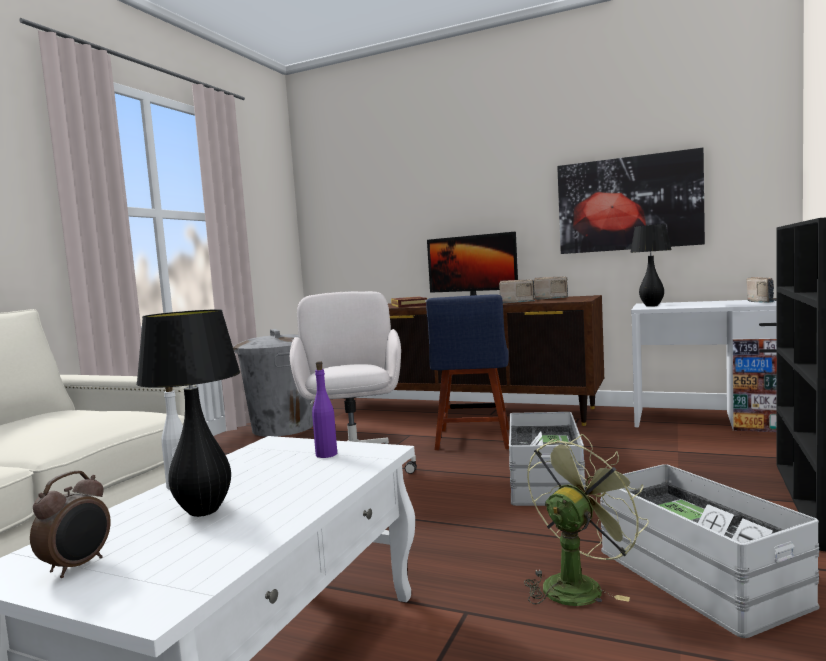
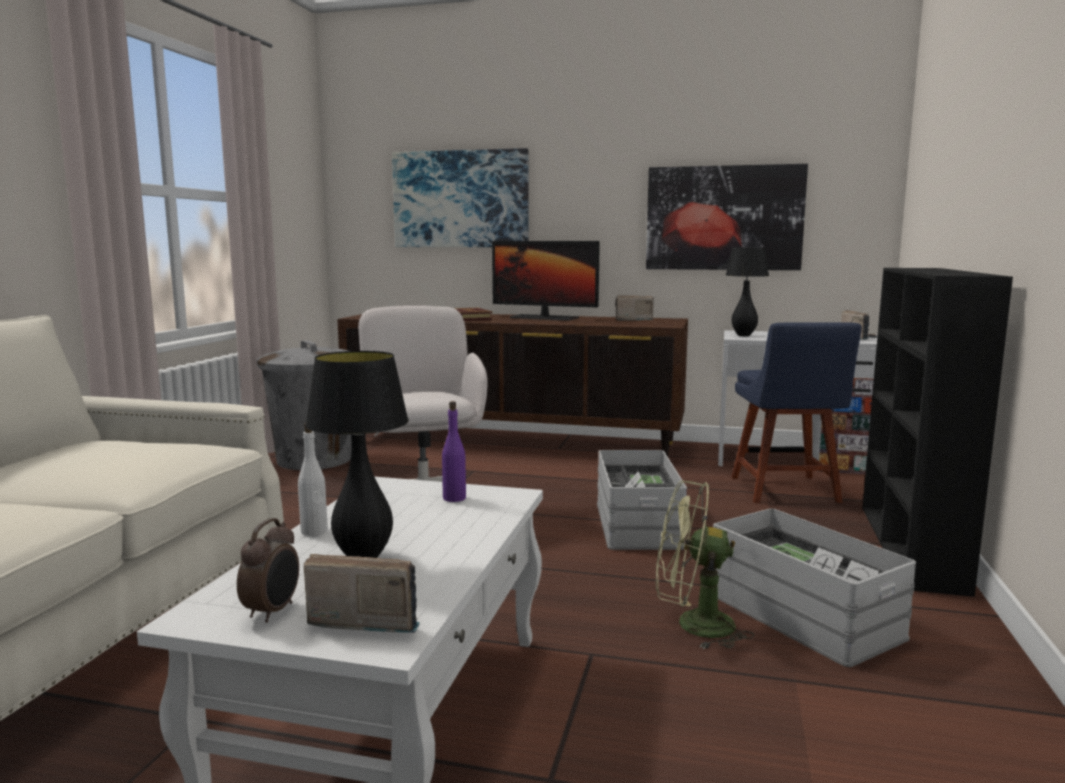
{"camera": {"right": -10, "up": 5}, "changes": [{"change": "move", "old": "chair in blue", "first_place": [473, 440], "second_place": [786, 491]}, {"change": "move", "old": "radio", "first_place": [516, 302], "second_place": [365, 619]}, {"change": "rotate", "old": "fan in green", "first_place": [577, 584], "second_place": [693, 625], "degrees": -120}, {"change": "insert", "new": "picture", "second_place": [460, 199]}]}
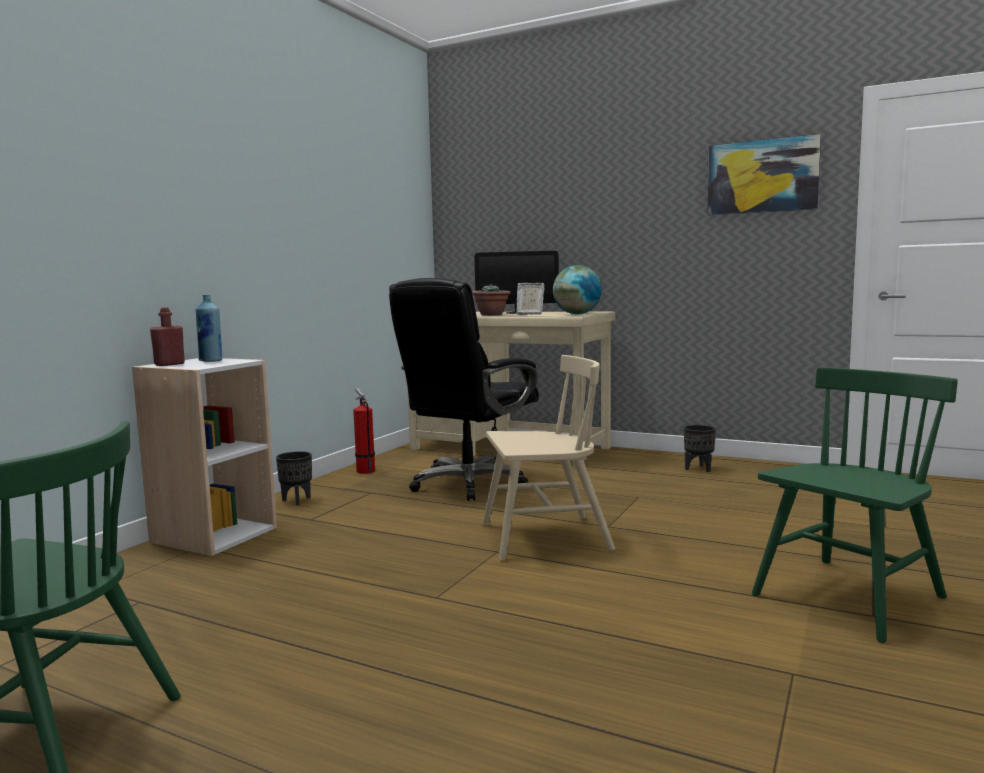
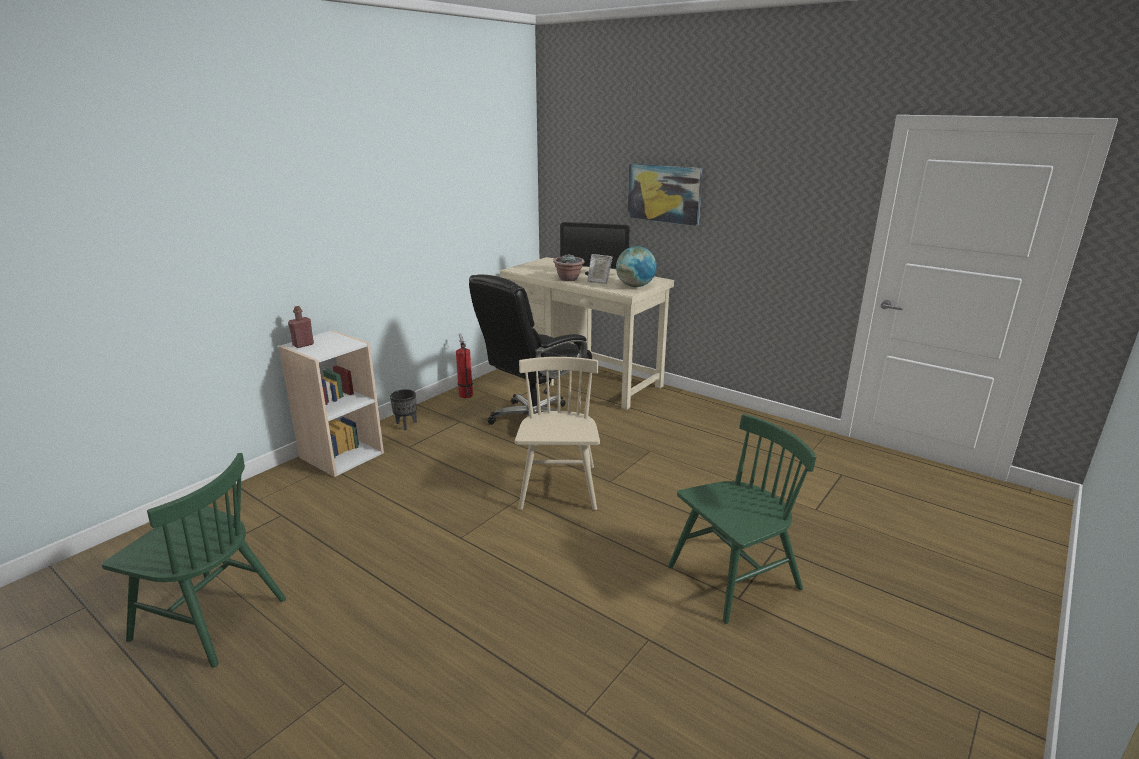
{"camera": {"right": 10, "up": 15}, "changes": [{"change": "delete", "old": "bottle in blue", "first_place": [211, 361]}, {"change": "rotate", "old": "chair in beige", "first_place": [544, 537], "second_place": [558, 487], "degrees": -90}, {"change": "delete", "old": "planter in black", "first_place": [699, 469]}, {"change": "move", "old": "picture", "first_place": [762, 176], "second_place": [664, 193]}]}
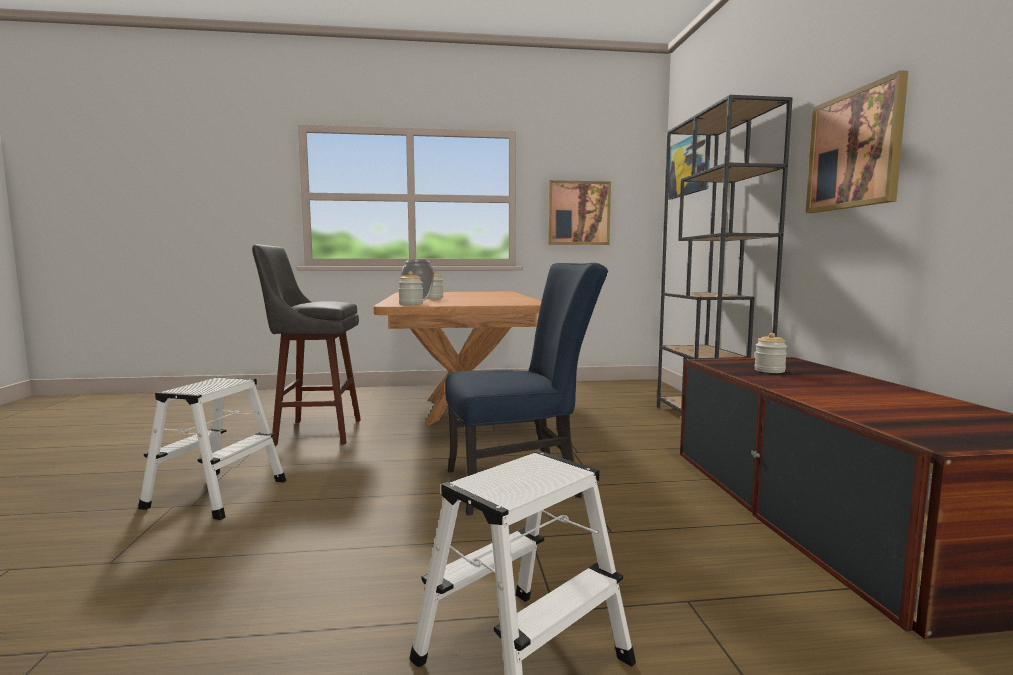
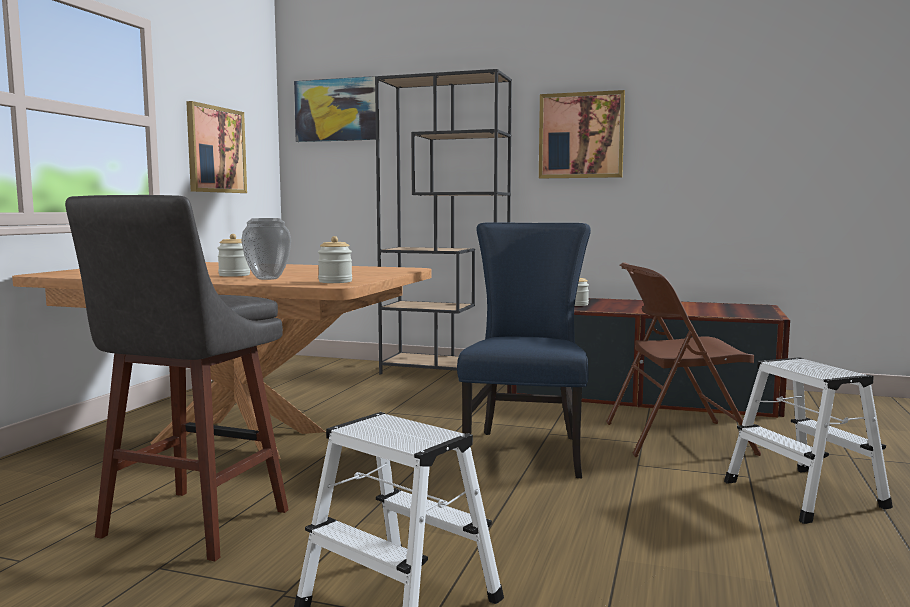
{"camera": {"right": -65, "up": 0}, "changes": [{"change": "insert", "new": "chair in brown", "second_place": [677, 438]}]}
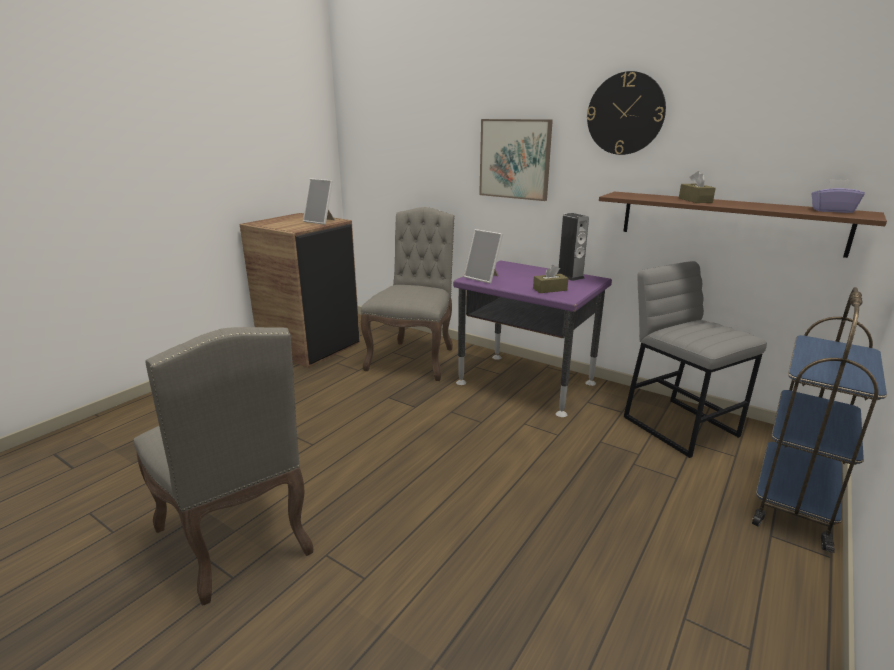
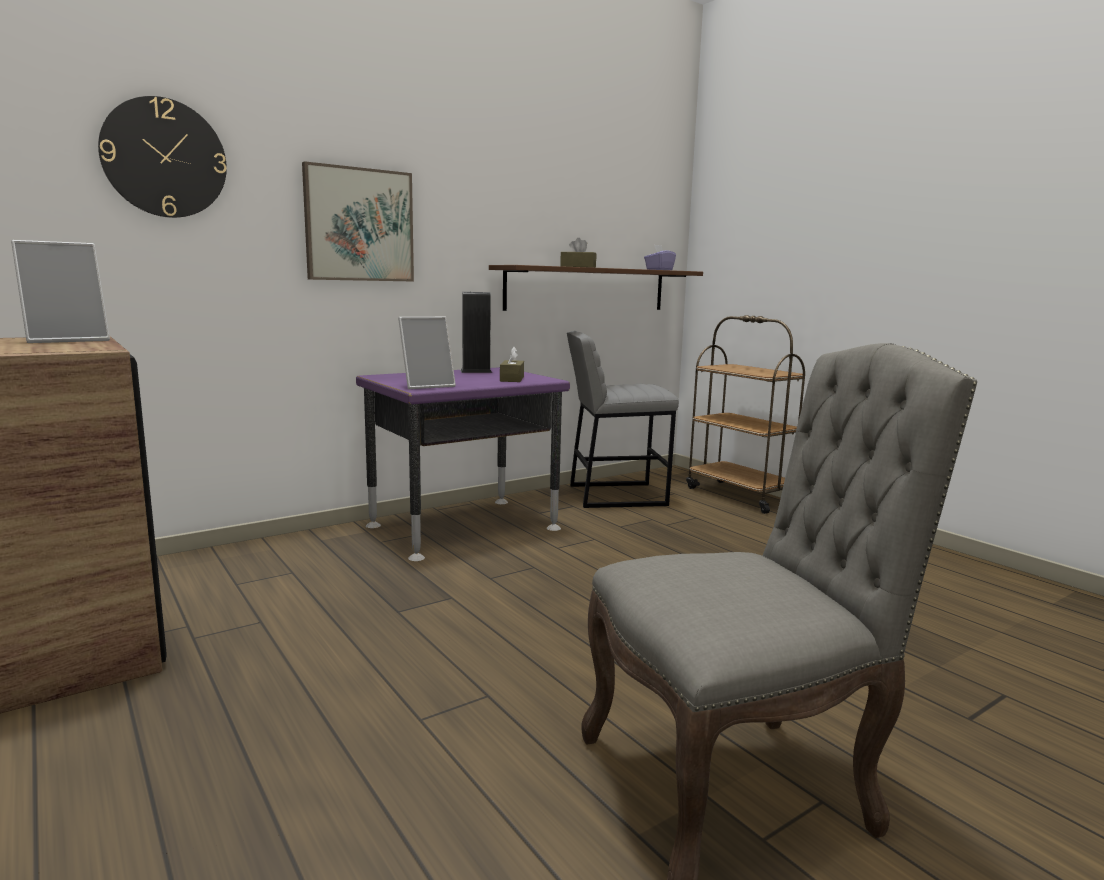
{"camera": {"right": -70, "up": -10}, "changes": [{"change": "delete", "old": "chair in grey", "first_place": [415, 359]}, {"change": "move", "old": "wall clock", "first_place": [625, 114], "second_place": [164, 158]}, {"change": "recolor", "old": "cart in blue", "new": "cart in brown", "first_place": [795, 500], "second_place": [739, 496]}]}
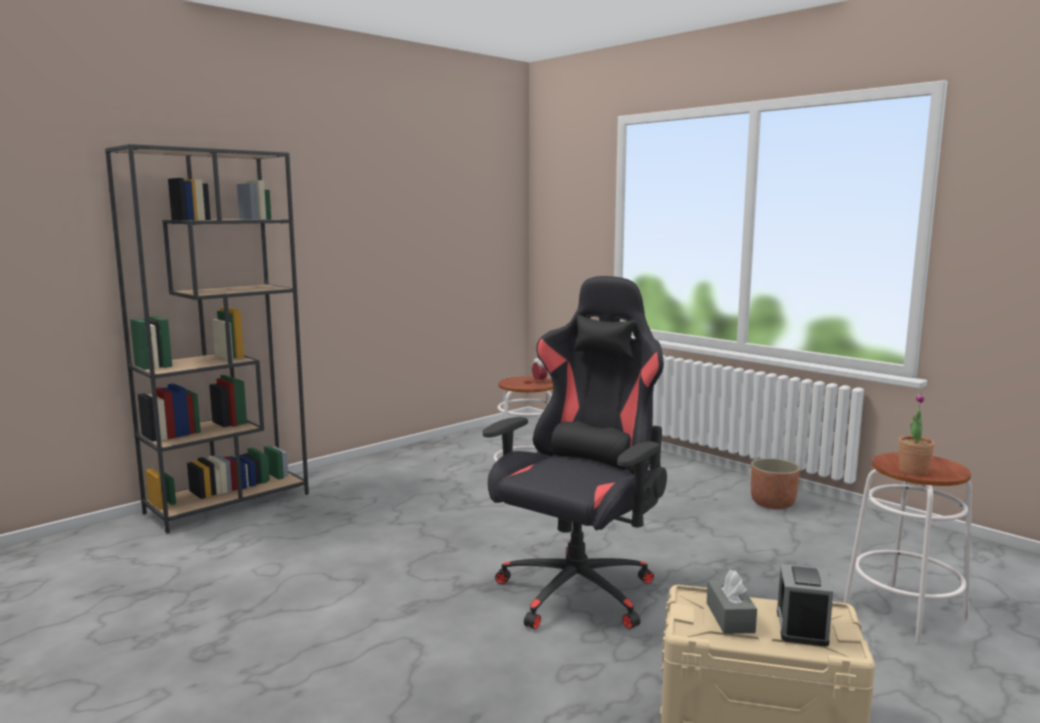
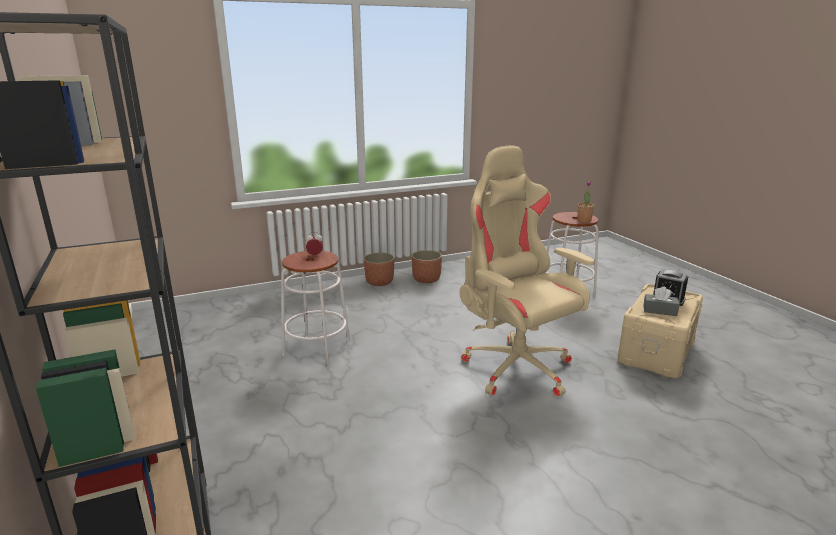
{"camera": {"right": -70, "up": 10}, "changes": [{"change": "recolor", "old": "office chair in black", "new": "office chair in beige", "first_place": [575, 594], "second_place": [519, 369]}, {"change": "insert", "new": "planter", "second_place": [379, 282]}]}
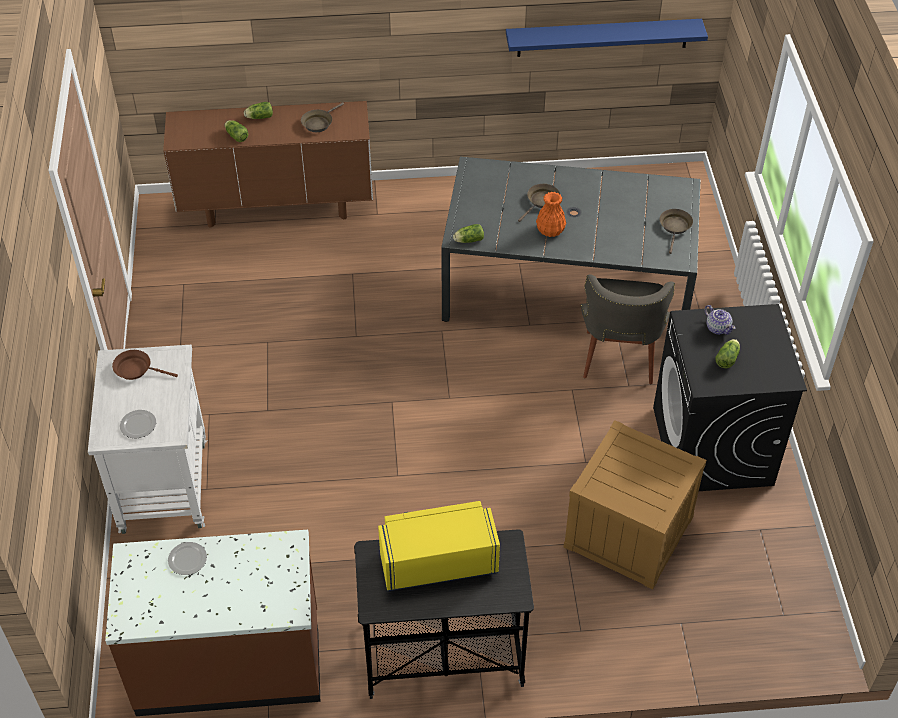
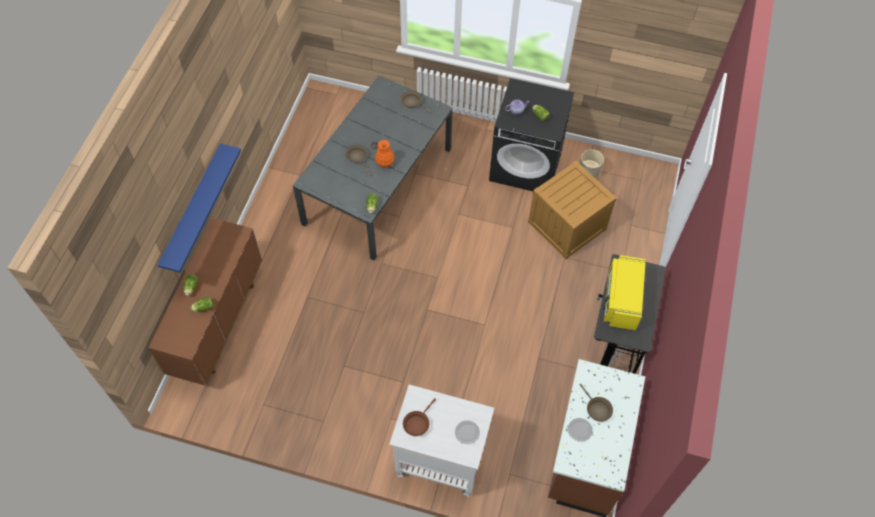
{"camera": {"right": -70, "up": 10}, "changes": [{"change": "move", "old": "frying pan in brown", "first_place": [319, 123], "second_place": [597, 409]}, {"change": "move", "old": "shelf in blue", "first_place": [602, 37], "second_place": [192, 208]}, {"change": "delete", "old": "chair in grey", "first_place": [619, 357]}, {"change": "insert", "new": "planter in beige", "second_place": [589, 171]}]}
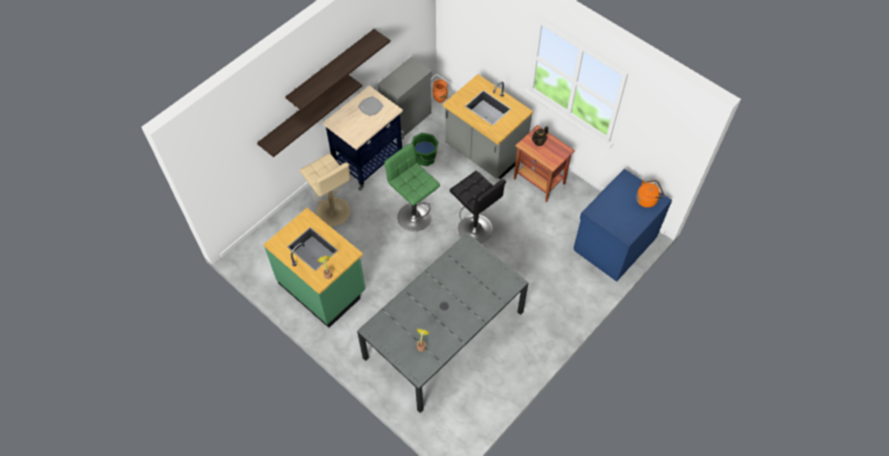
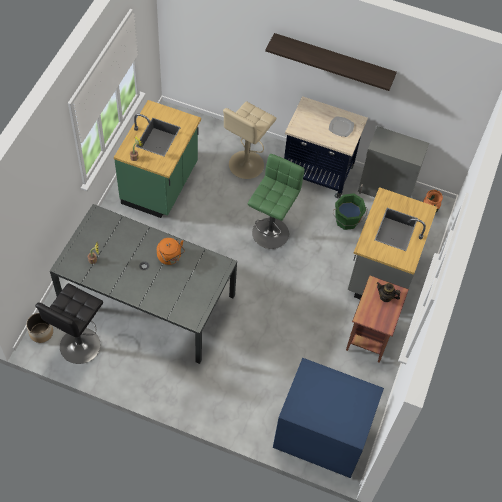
{"camera": {"right": 65, "up": 0}, "changes": [{"change": "delete", "old": "shelf", "first_place": [304, 113]}, {"change": "move", "old": "stool in black", "first_place": [475, 229], "second_place": [79, 345]}, {"change": "move", "old": "kettle in orange", "first_place": [647, 199], "second_place": [170, 257]}, {"change": "insert", "new": "planter", "second_place": [41, 332]}]}
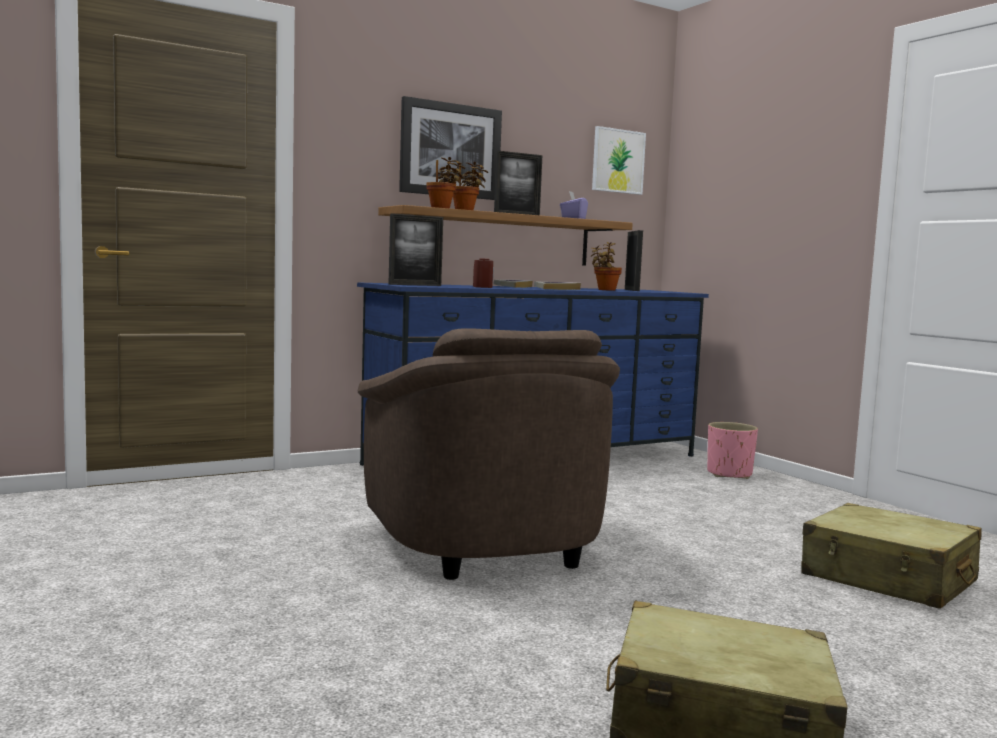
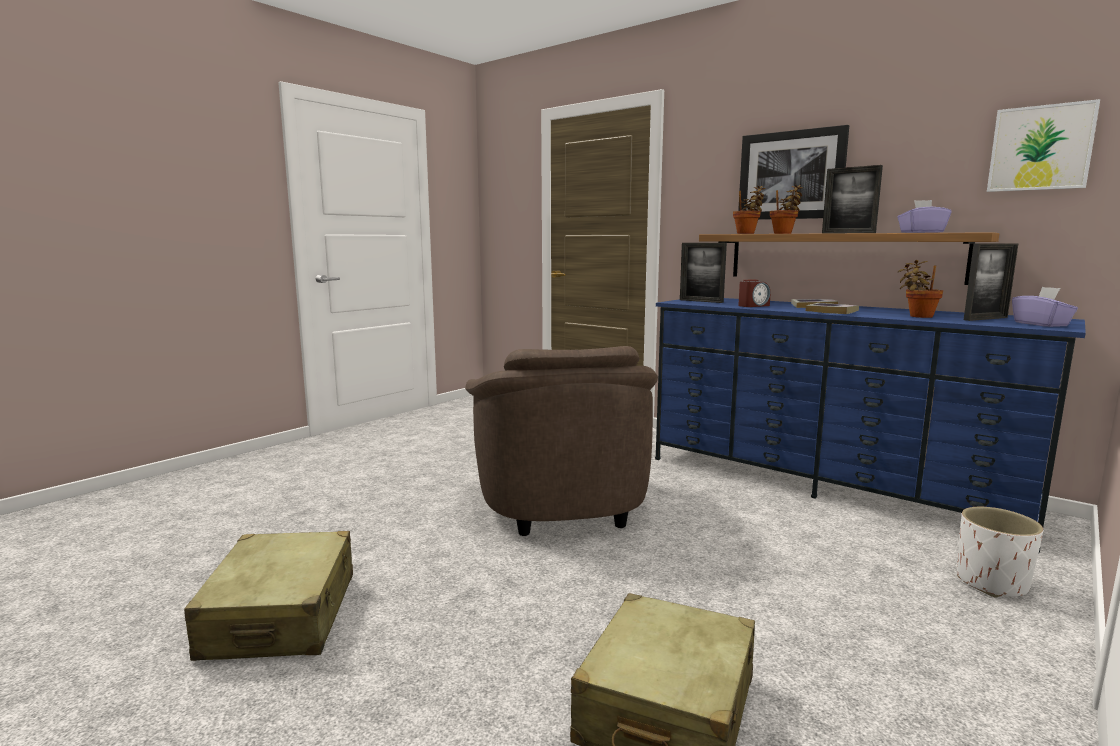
{"camera": {"right": 70, "up": 5}, "changes": [{"change": "rotate", "old": "armchair in brown", "first_place": [484, 543], "second_place": [560, 503], "degrees": -60}, {"change": "recolor", "old": "planter in pink", "new": "planter in white", "first_place": [729, 474], "second_place": [991, 583]}, {"change": "insert", "new": "tissue box in purple", "second_place": [1041, 324]}]}
